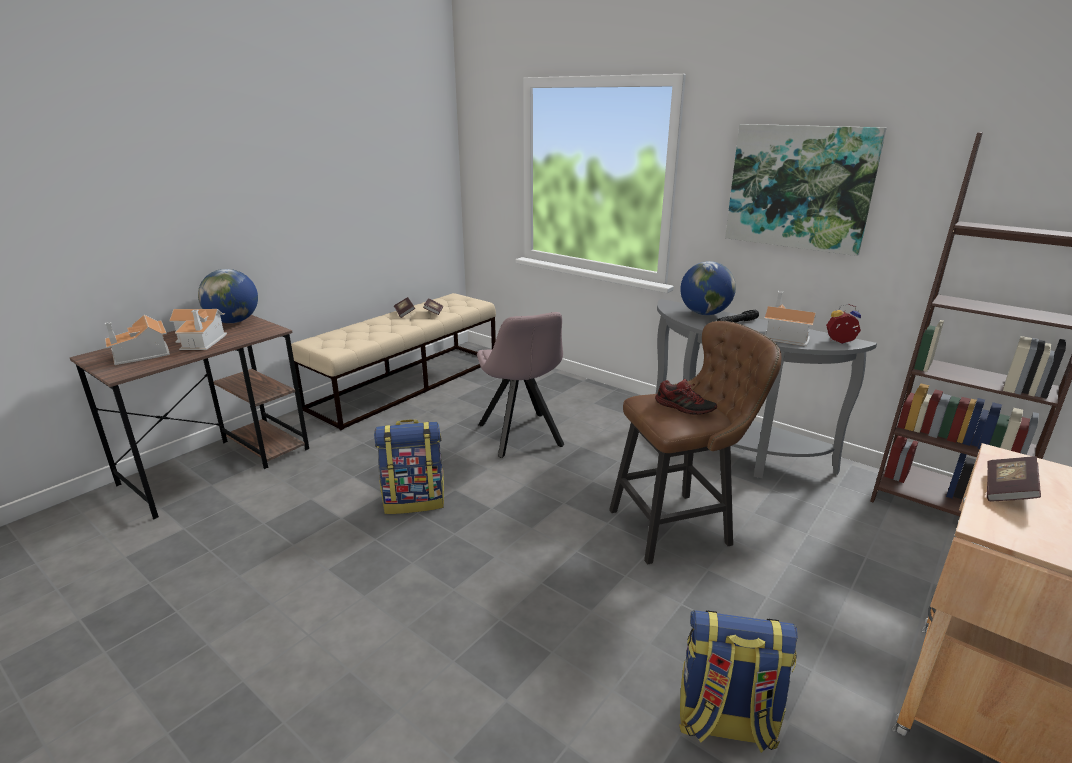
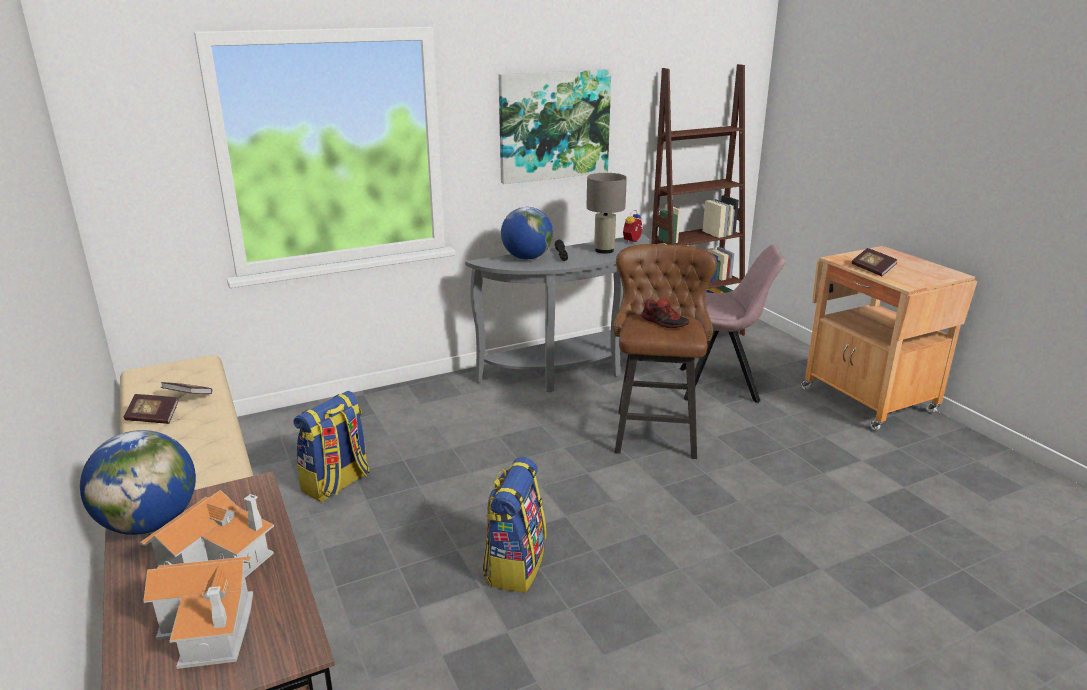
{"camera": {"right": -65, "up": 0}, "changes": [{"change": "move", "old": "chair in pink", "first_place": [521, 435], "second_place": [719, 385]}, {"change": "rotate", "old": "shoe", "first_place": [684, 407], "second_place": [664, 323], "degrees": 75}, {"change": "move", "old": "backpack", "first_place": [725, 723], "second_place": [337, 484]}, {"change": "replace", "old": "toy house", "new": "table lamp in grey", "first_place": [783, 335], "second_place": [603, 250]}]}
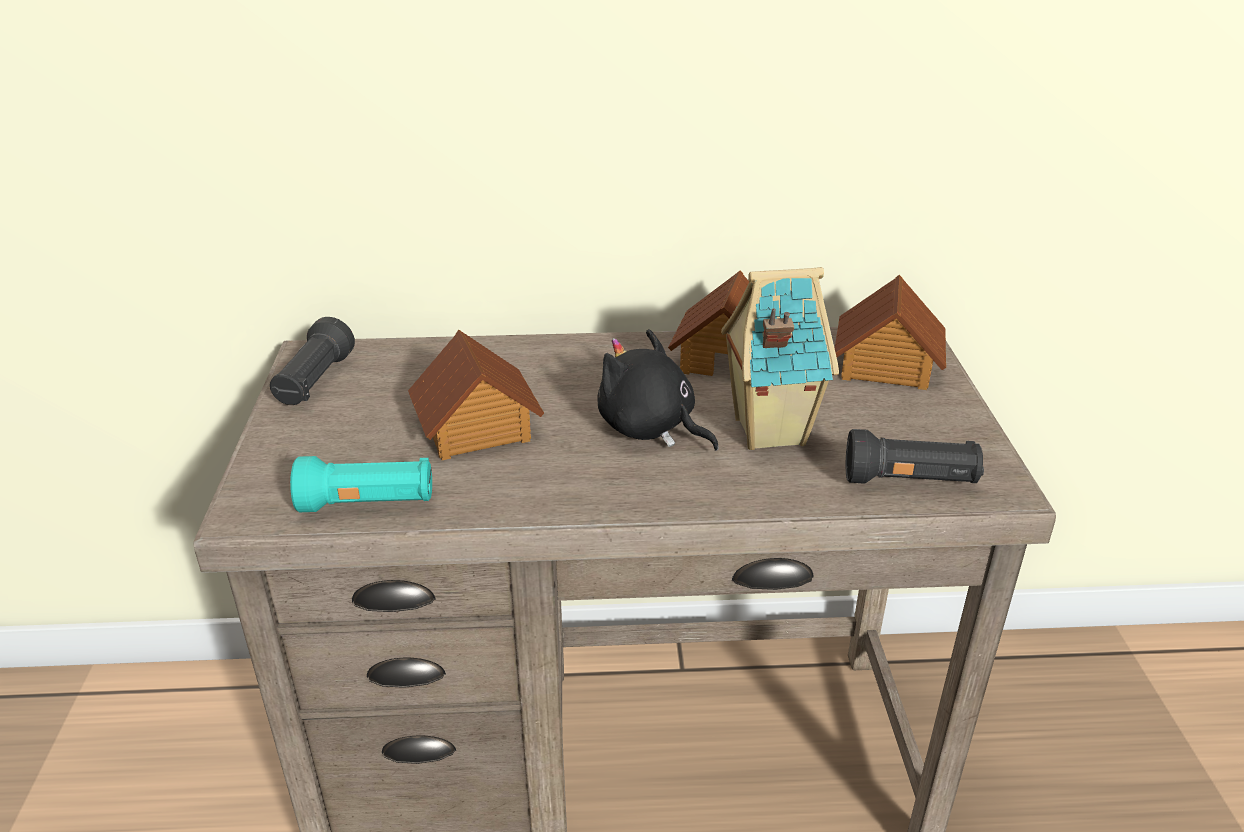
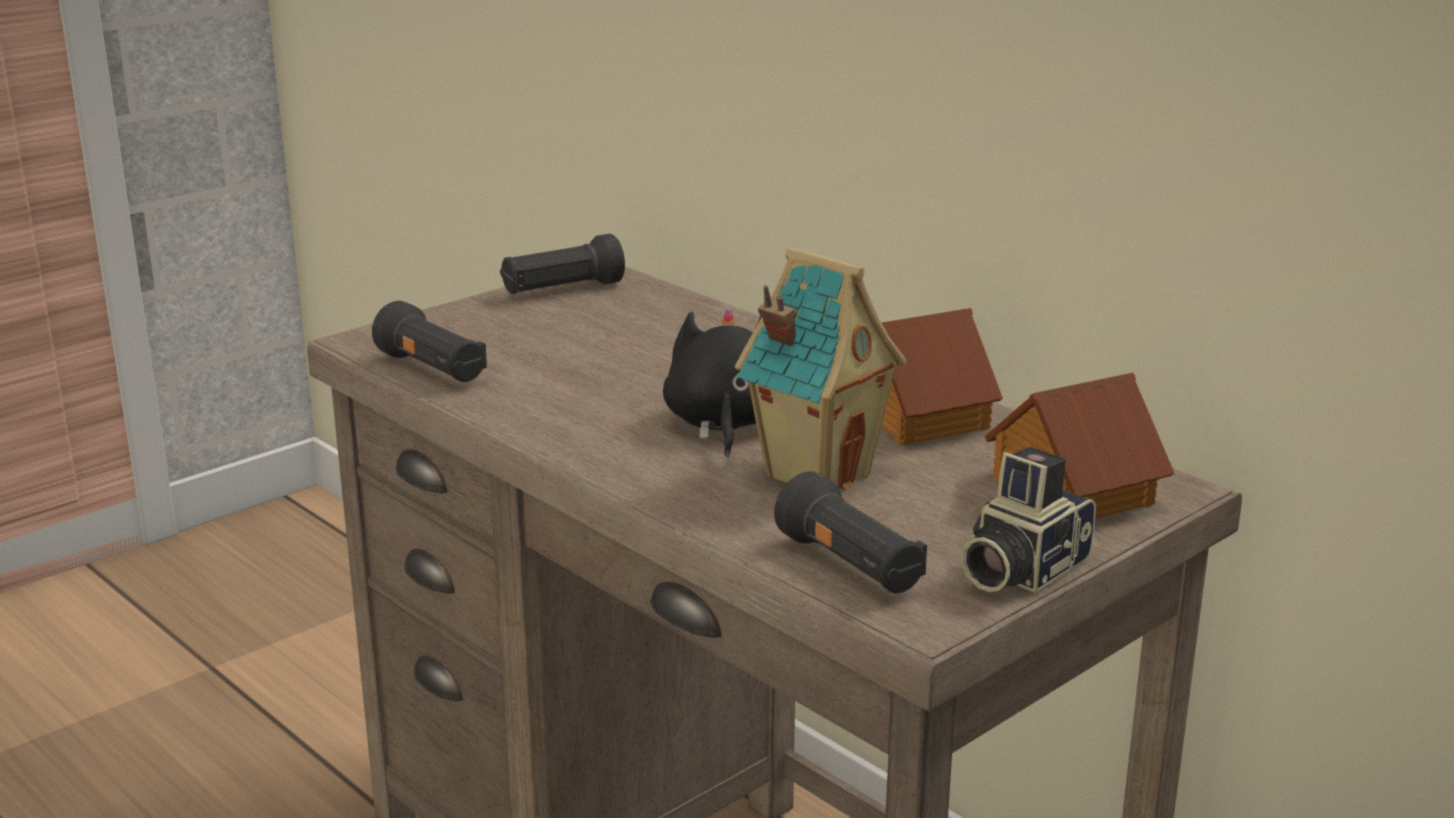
{"camera": {"right": 50, "up": -10}, "changes": [{"change": "recolor", "old": "flashlight in turquoise", "new": "flashlight in black", "first_place": [368, 504], "second_place": [433, 370]}, {"change": "delete", "old": "toy house", "first_place": [476, 428]}, {"change": "insert", "new": "photo camera", "second_place": [1019, 570]}]}
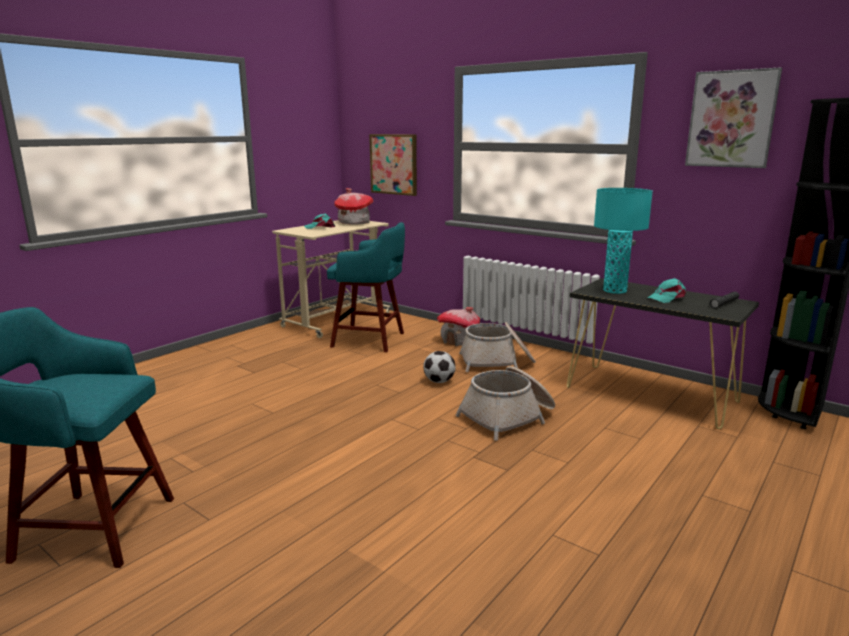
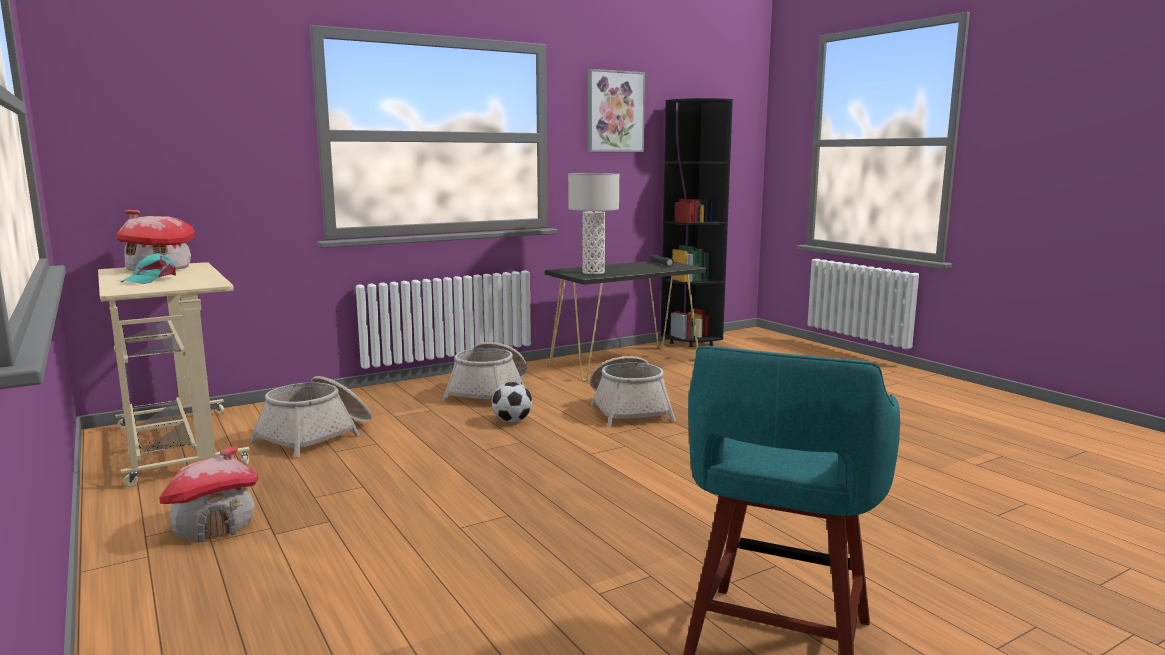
{"camera": {"right": -70, "up": -5}, "changes": [{"change": "replace", "old": "stool in turquoise", "new": "basket", "first_place": [370, 340], "second_place": [317, 435]}, {"change": "delete", "old": "picture", "first_place": [394, 164]}, {"change": "move", "old": "toy house", "first_place": [459, 341], "second_place": [214, 526]}, {"change": "recolor", "old": "table lamp in turquoise", "new": "table lamp in white", "first_place": [615, 290], "second_place": [593, 272]}, {"change": "delete", "old": "cap in turquoise", "first_place": [667, 298]}]}
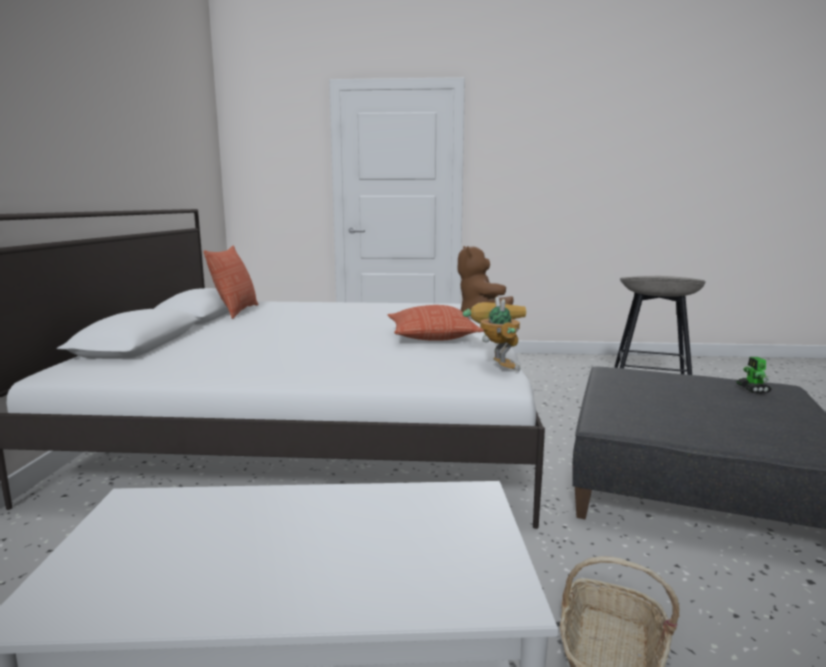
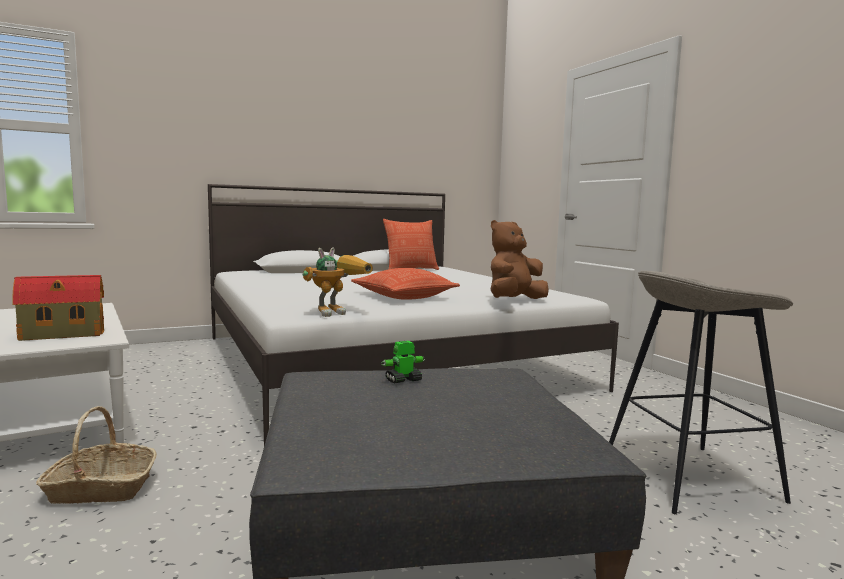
{"camera": {"right": 60, "up": -5}, "changes": [{"change": "move", "old": "toy robot", "first_place": [753, 390], "second_place": [403, 380]}, {"change": "insert", "new": "toy house", "second_place": [60, 334]}]}
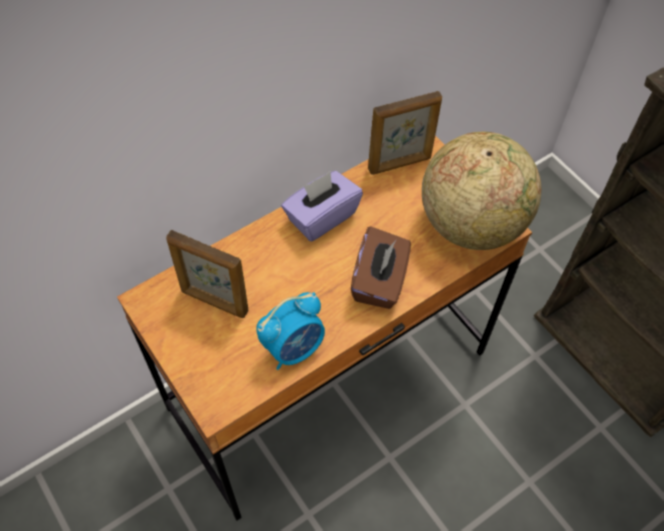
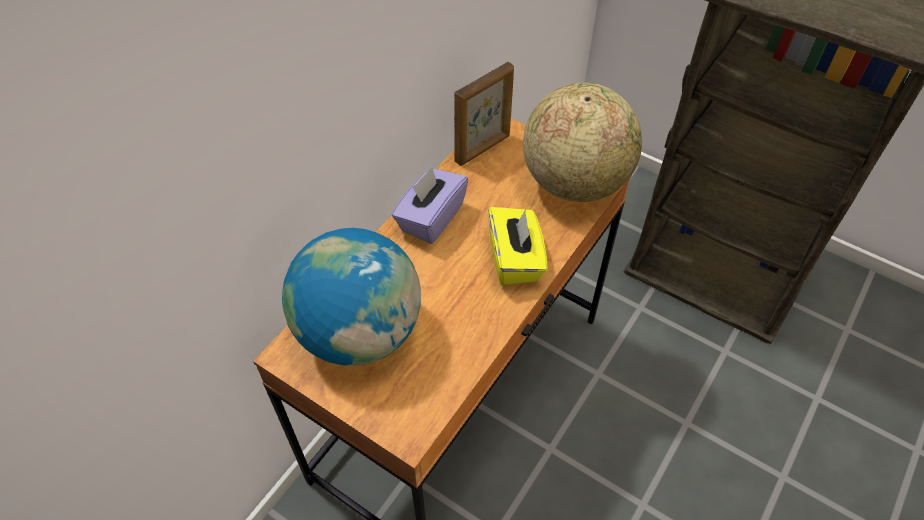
{"camera": {"right": -20, "up": -5}, "changes": [{"change": "replace", "old": "picture frame", "new": "globe", "first_place": [214, 301], "second_place": [360, 332]}, {"change": "delete", "old": "alarm clock", "first_place": [293, 347]}, {"change": "recolor", "old": "tissue box in brown", "new": "tissue box in yellow", "first_place": [379, 281], "second_place": [515, 260]}]}
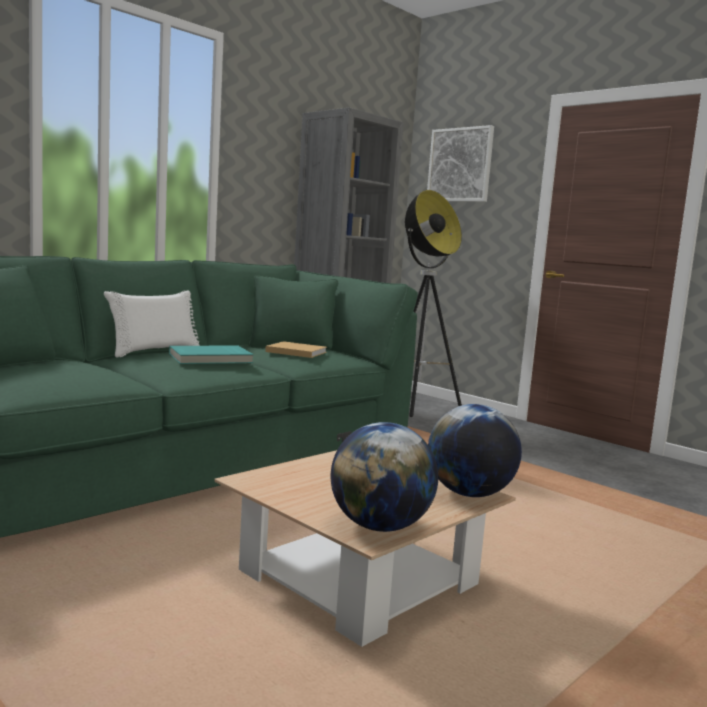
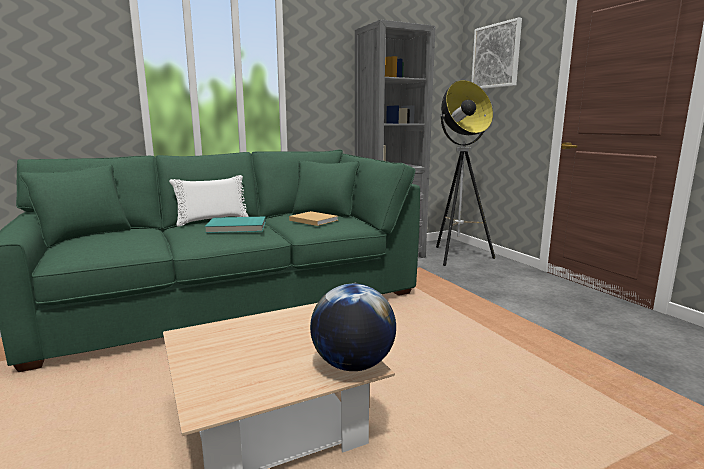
{"camera": {"right": 20, "up": 5}, "changes": [{"change": "delete", "old": "globe", "first_place": [380, 526]}]}
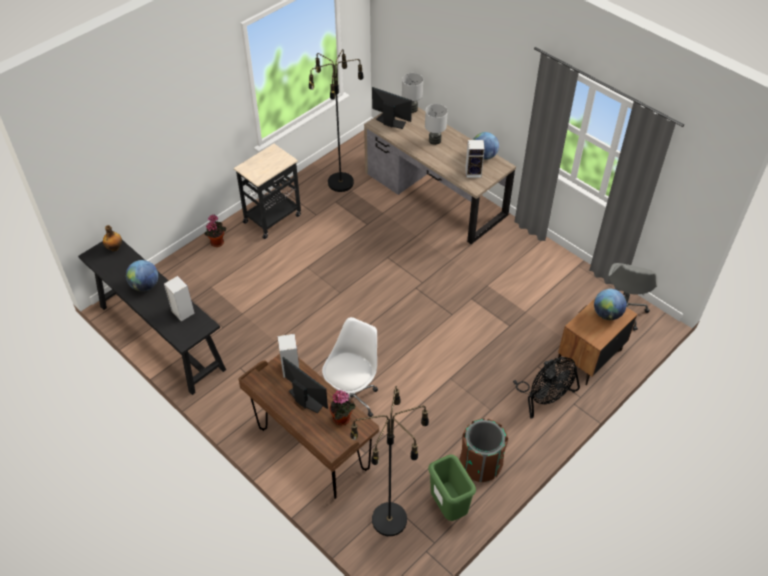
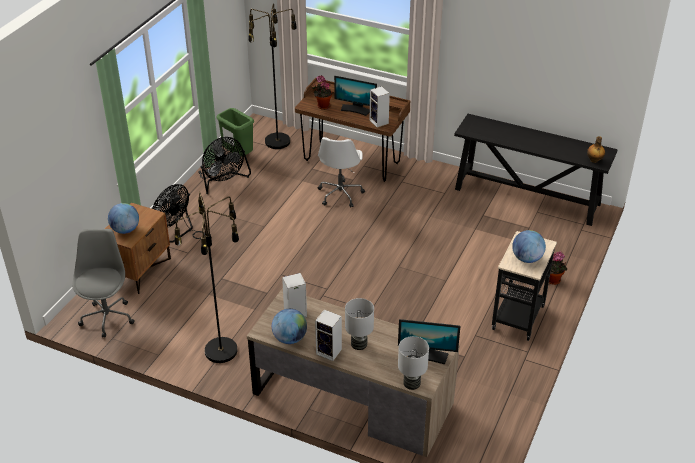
{"camera": {"right": 160, "up": -10}, "changes": [{"change": "move", "old": "globe", "first_place": [145, 285], "second_place": [527, 258]}, {"change": "move", "old": "speaker", "first_place": [182, 312], "second_place": [330, 352]}, {"change": "move", "old": "floor lamp", "first_place": [340, 182], "second_place": [221, 351]}, {"change": "replace", "old": "trash can in brown", "new": "fan in black", "first_place": [480, 464], "second_place": [221, 181]}]}
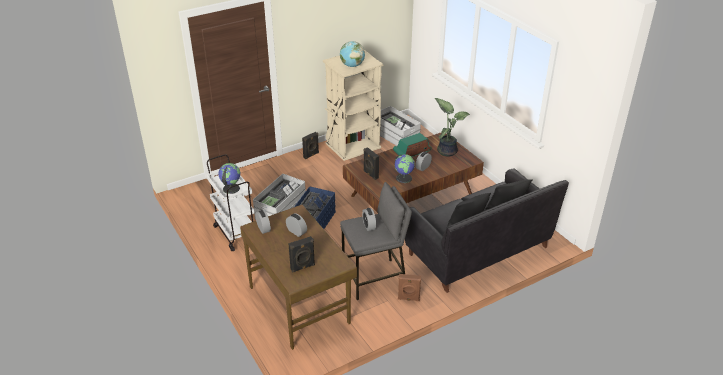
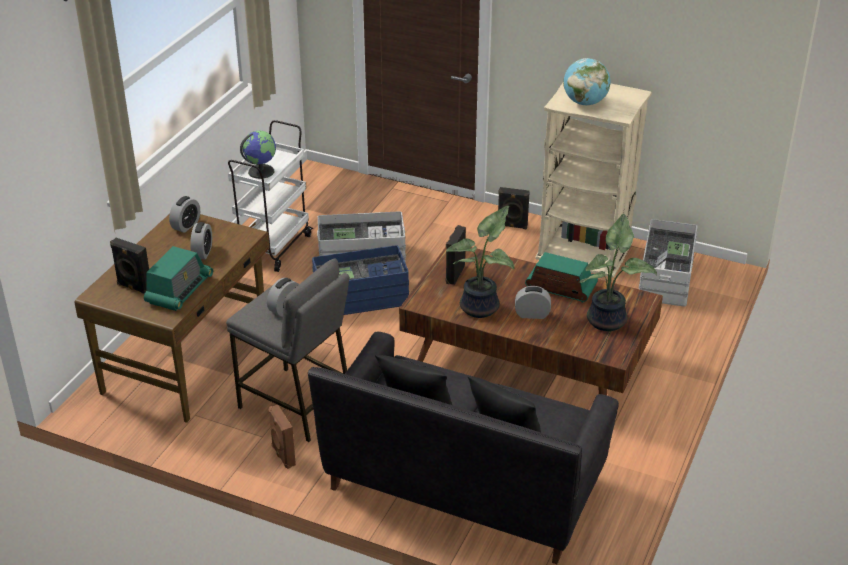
{"camera": {"right": 55, "up": 0}, "changes": [{"change": "replace", "old": "globe", "new": "potted plant", "first_place": [404, 178], "second_place": [482, 307]}, {"change": "insert", "new": "radio", "second_place": [179, 290]}]}
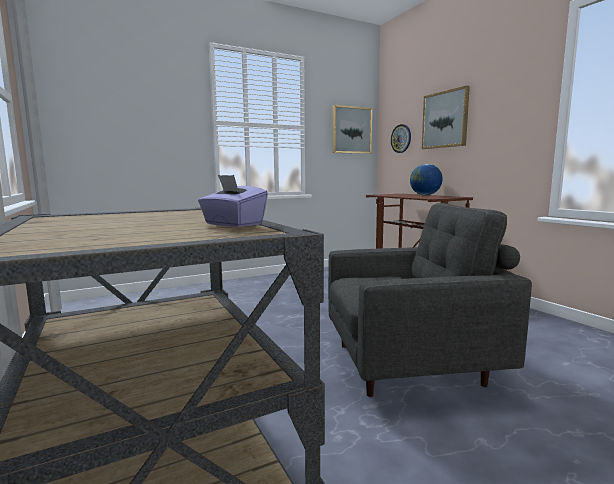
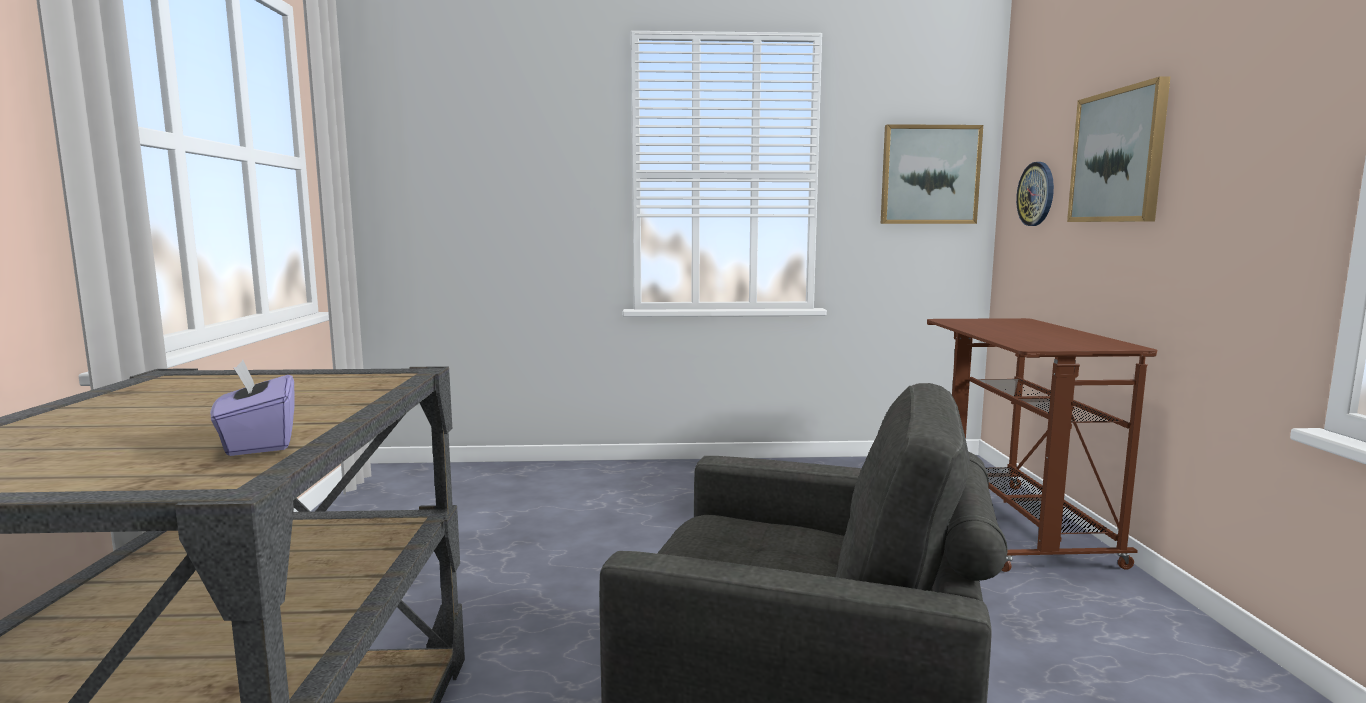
{"camera": {"right": 25, "up": 0}, "changes": [{"change": "delete", "old": "globe", "first_place": [425, 195]}]}
